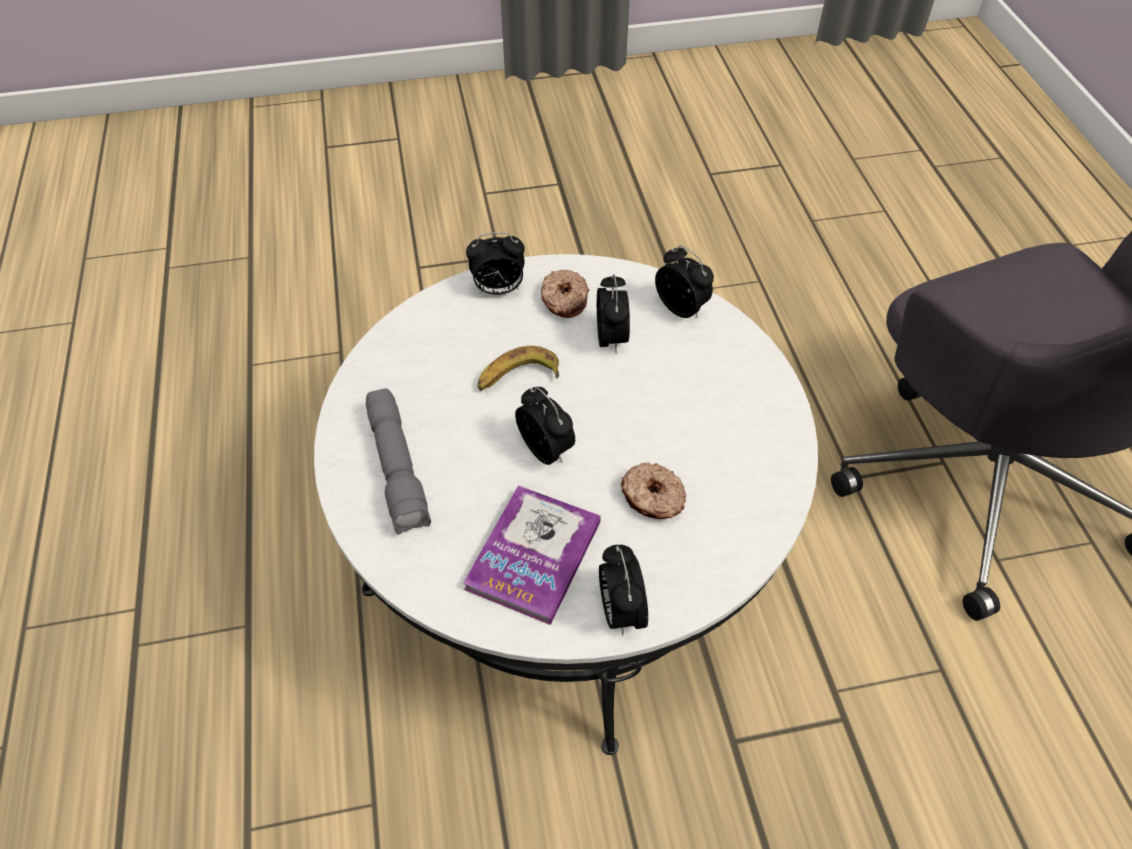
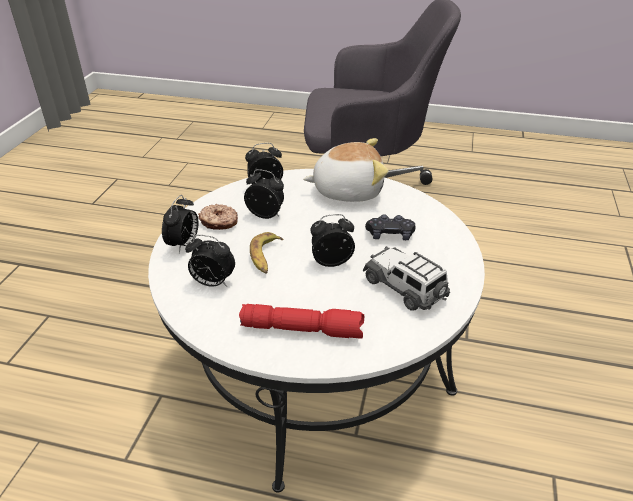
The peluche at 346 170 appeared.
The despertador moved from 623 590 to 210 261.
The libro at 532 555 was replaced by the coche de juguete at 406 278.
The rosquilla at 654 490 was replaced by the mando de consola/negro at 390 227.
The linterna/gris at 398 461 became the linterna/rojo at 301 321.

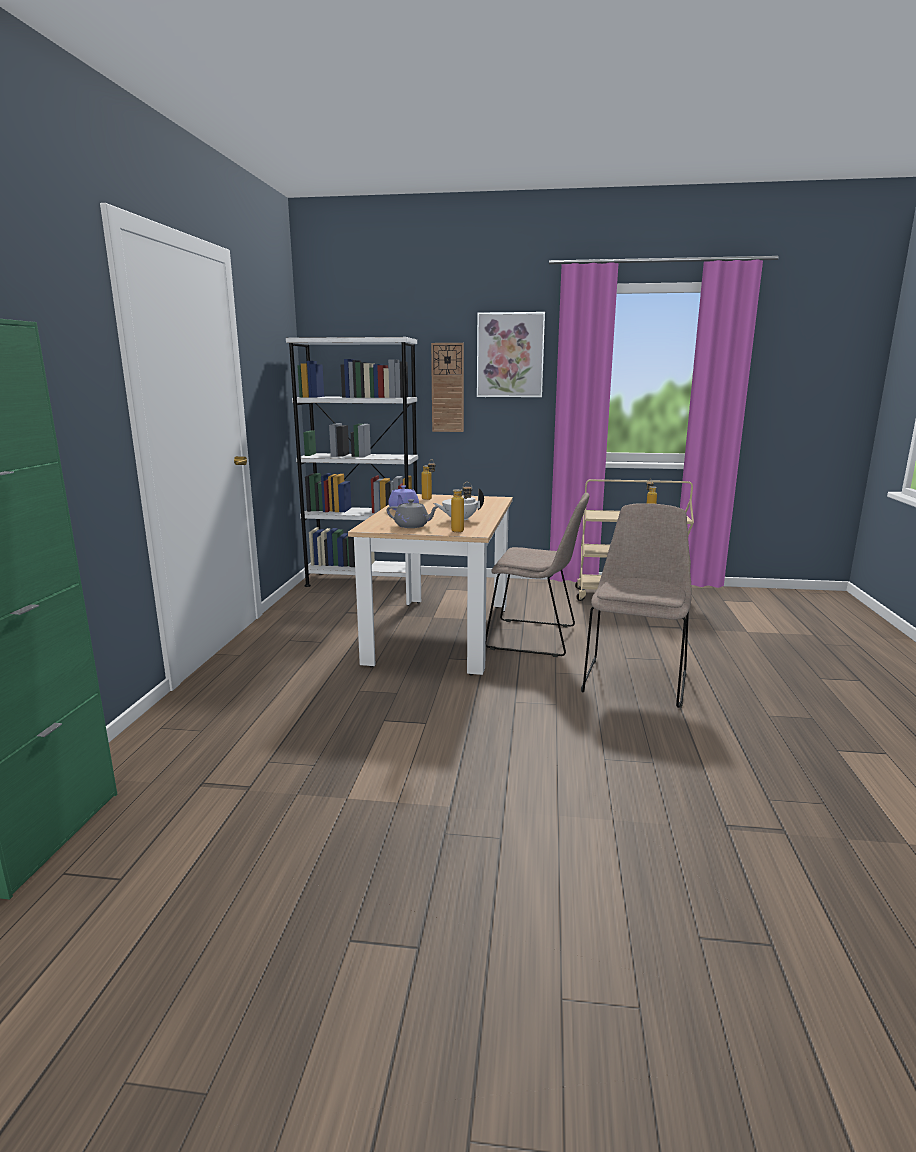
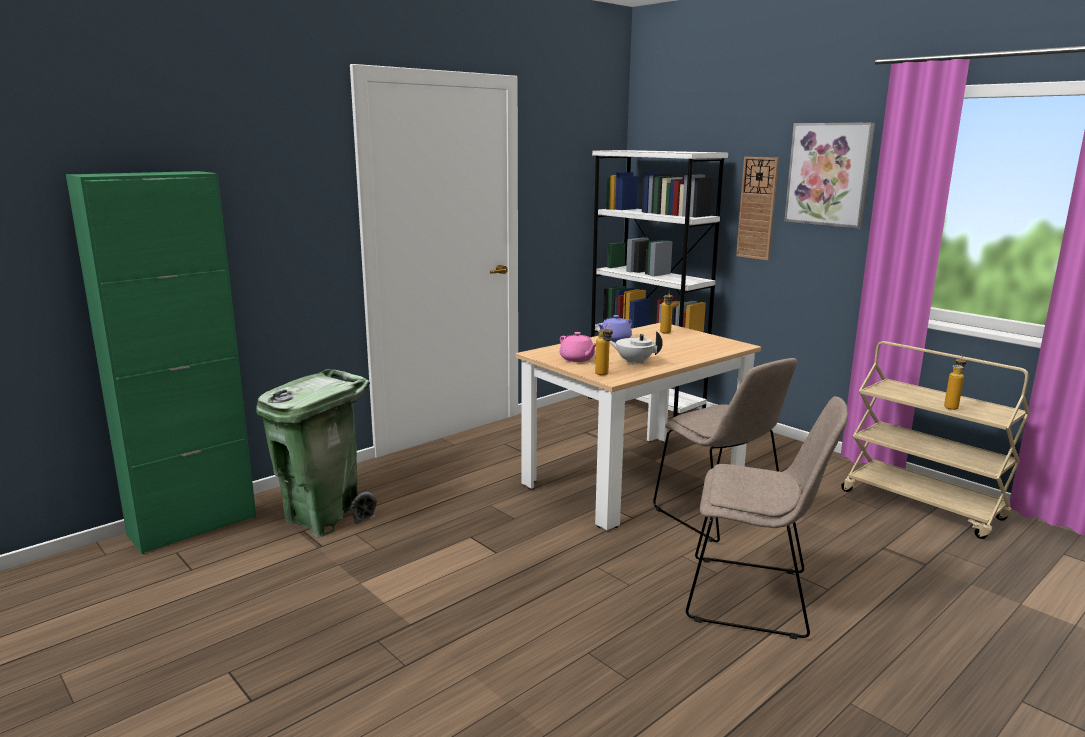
The papelera/verde at 316 453 appeared.
The tetera/gris at 413 513 became the tetera/rosa at 577 347.
The silla/beis at 636 605 turned 45 degrees clockwise.

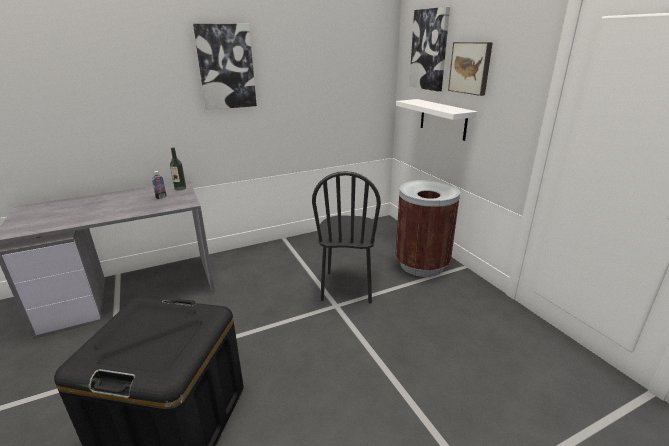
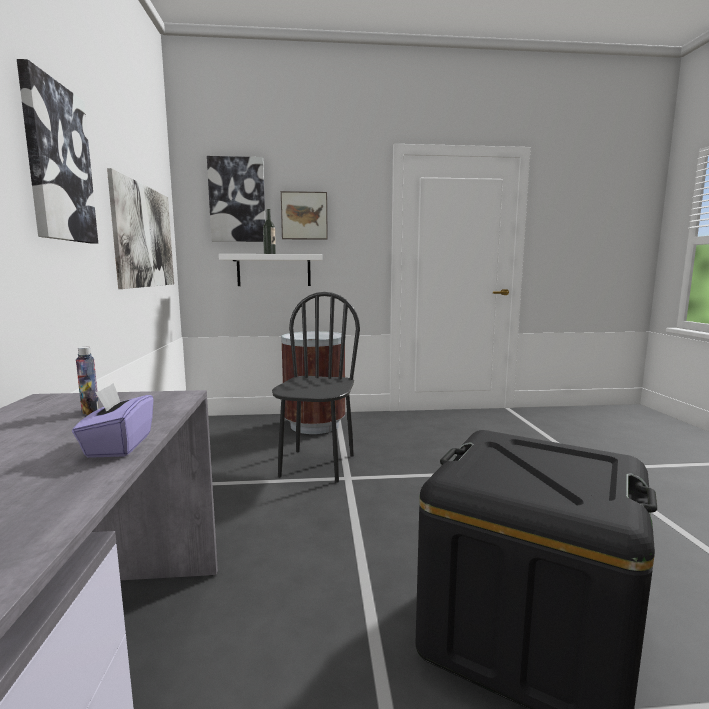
The caja de pañuelos/morado at 112 420 appeared.
The cuadro at 140 228 appeared.
The botella moved from 178 169 to 269 231.
The silla/negro at 346 237 turned 105 degrees counterclockwise.

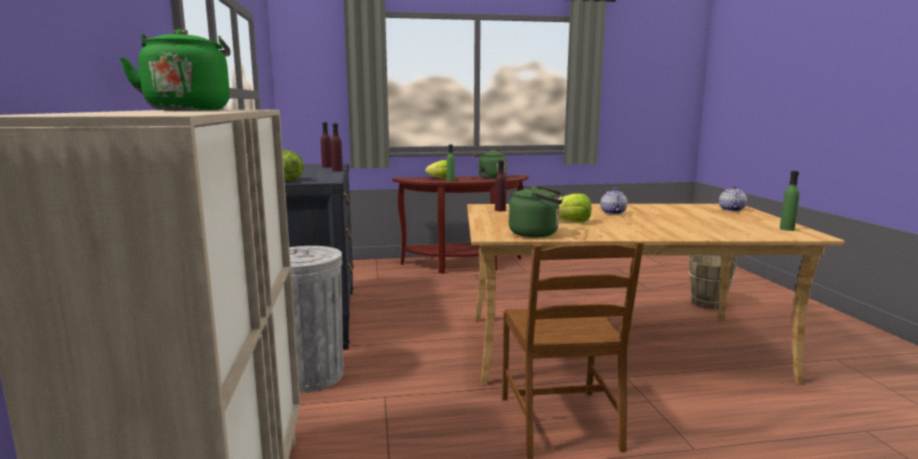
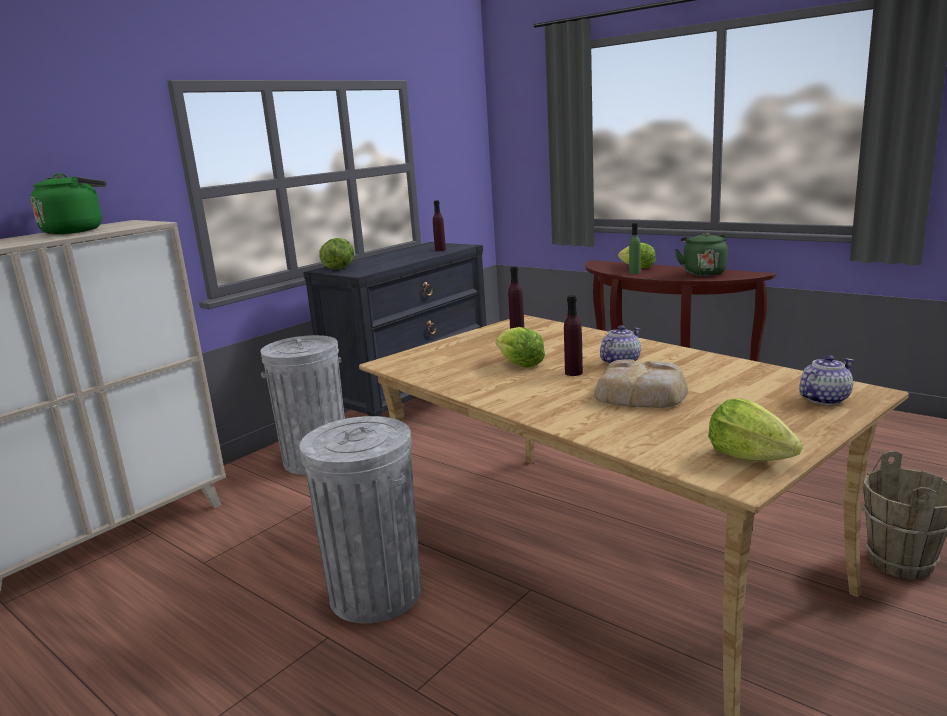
The hervidor/verde at 536 211 disappeared.
The pan at 641 383 appeared.
The botella/morado moved from 337 147 to 573 335.
The silla/marrón at 573 350 was replaced by the papelera/gris at 360 520.
The botella/verde at 789 201 was replaced by the lechuga at 755 429.

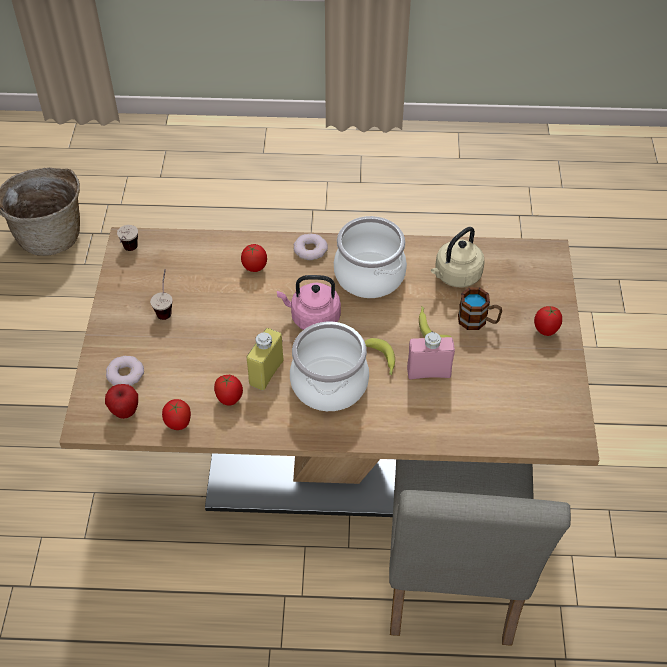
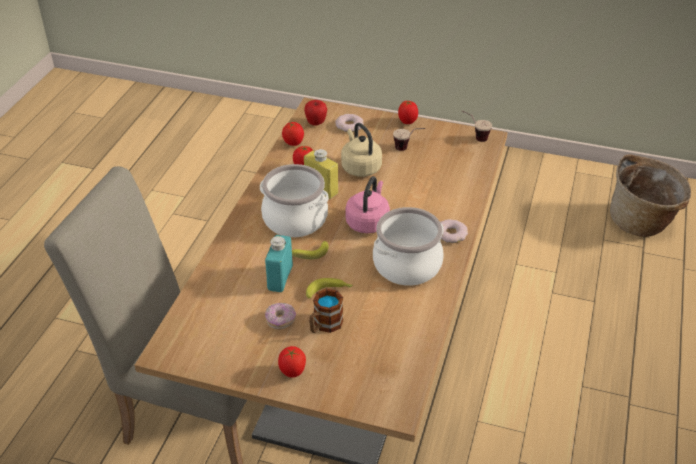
The rosquilla at 280 316 appeared.
The tomate moved from 254 258 to 408 112.
The hervidor/beis moved from 458 257 to 361 150.
The botella/rosa at 431 355 became the botella/turquesa at 279 263.

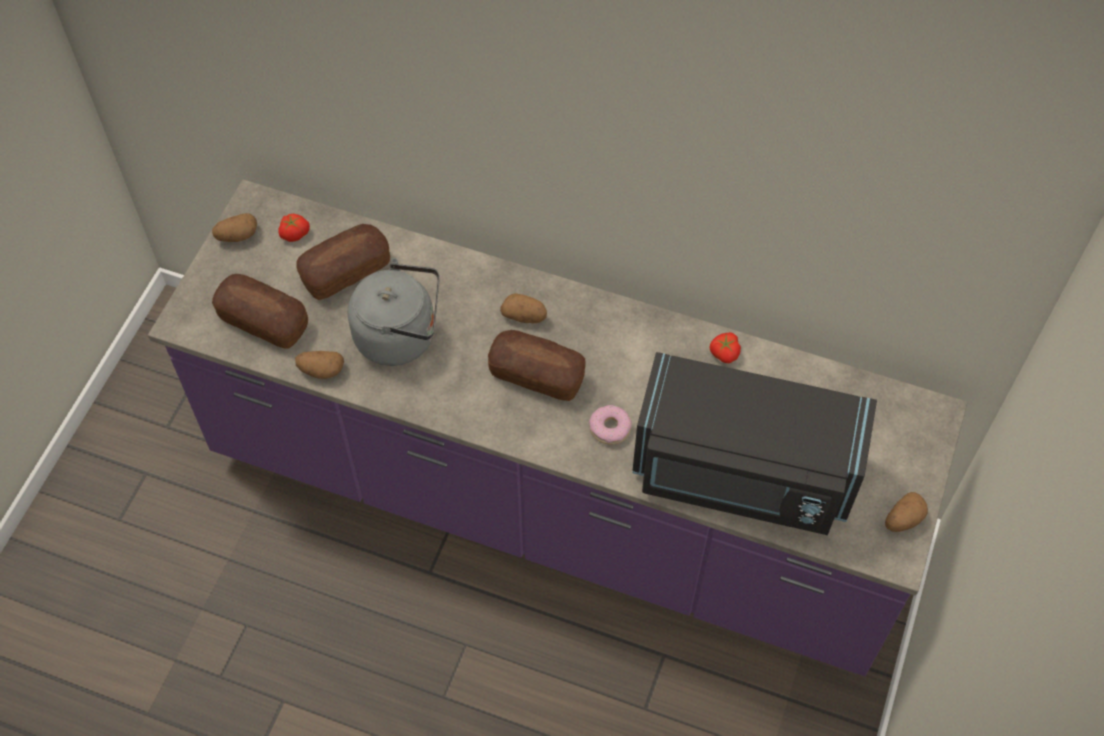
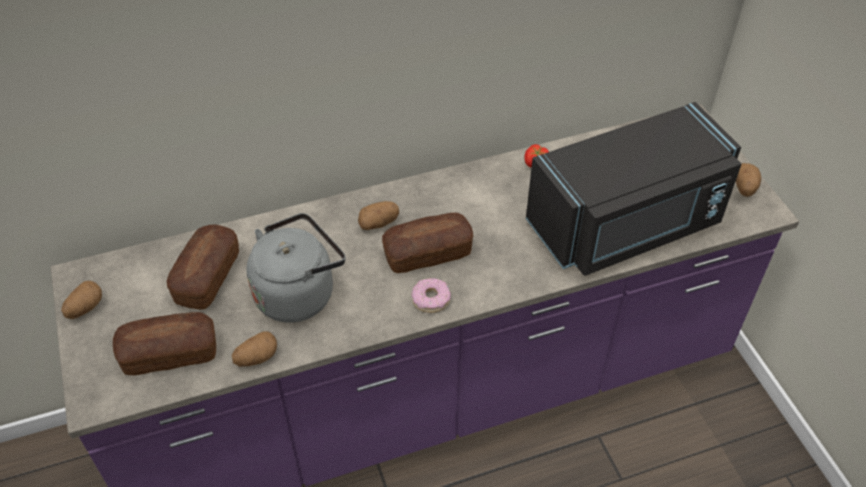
The tomate at 294 228 disappeared.
The rosquilla moved from 610 425 to 431 295.

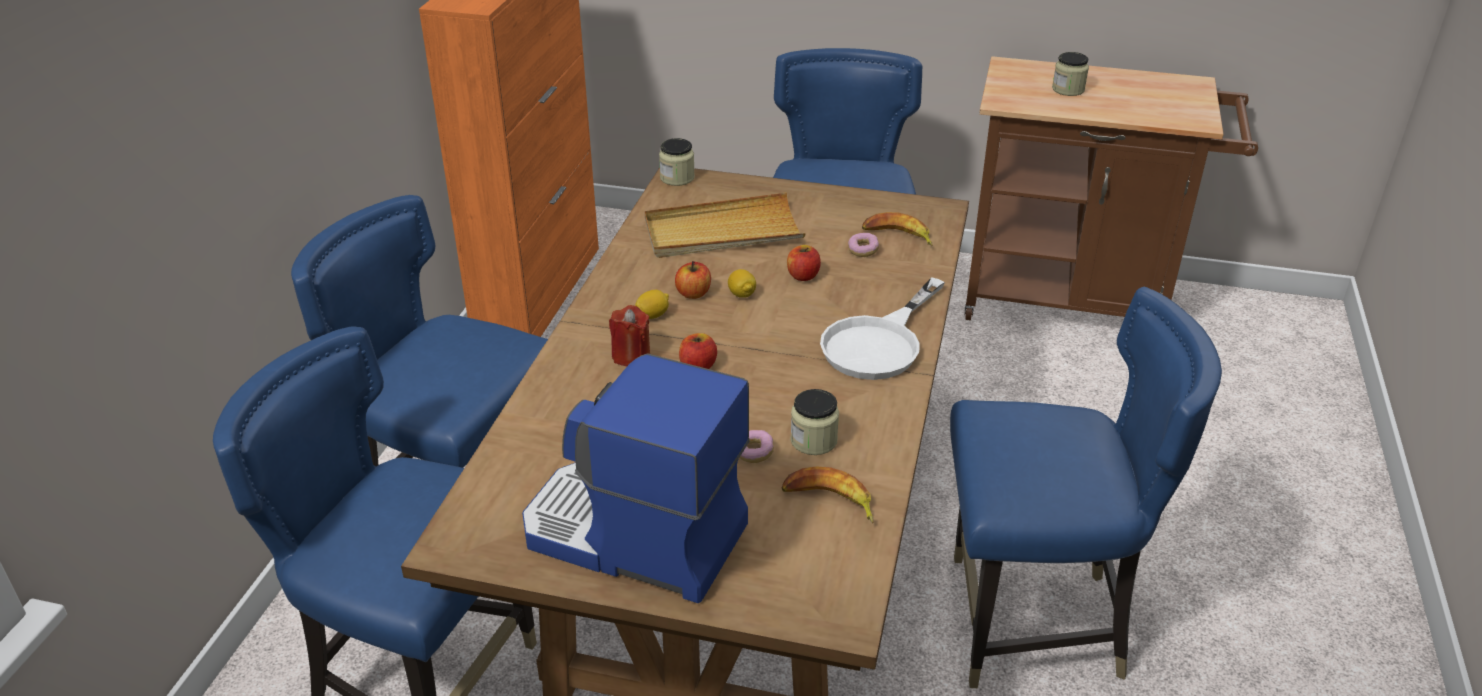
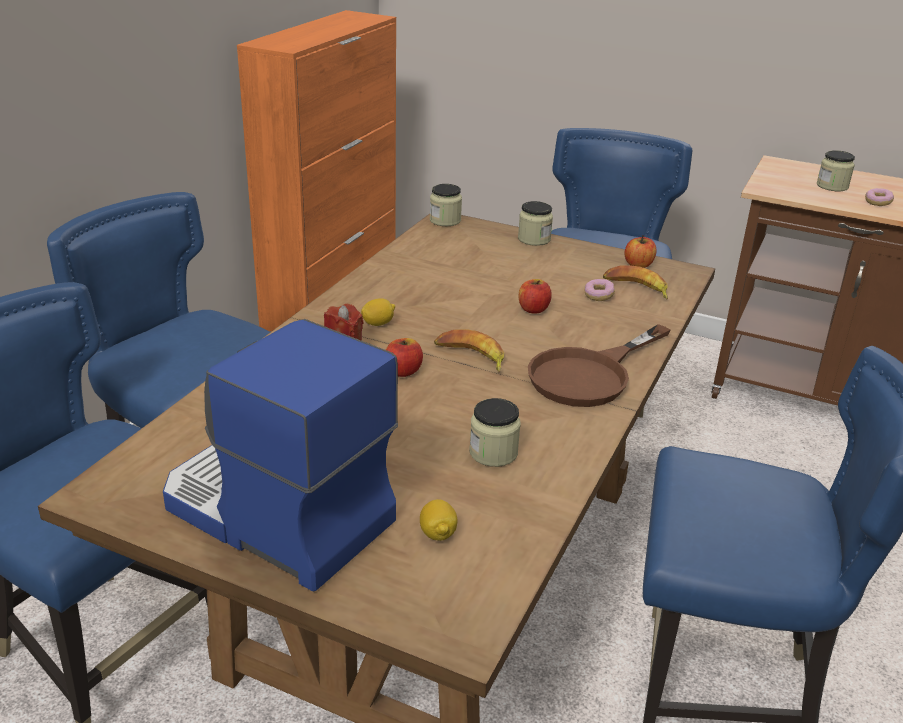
The bandeja/beis at 725 225 disappeared.
The tarro at 535 223 appeared.
The manzana moved from 693 280 to 640 251.
The limón moved from 742 283 to 439 520.
The rosquilla moved from 757 446 to 879 197.
The plátano moved from 828 495 to 469 351.
The sartén/blanco at 882 328 became the sartén/marrón at 599 365.

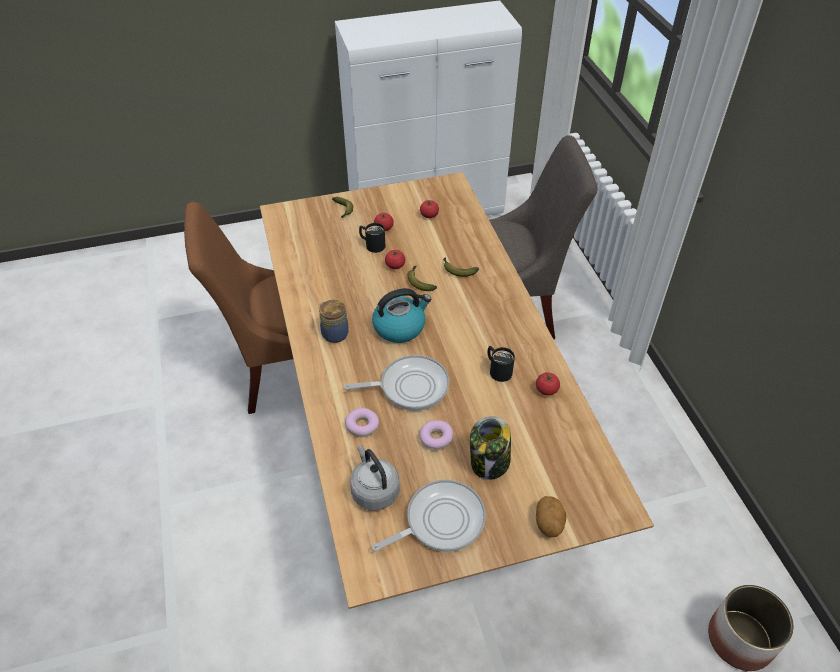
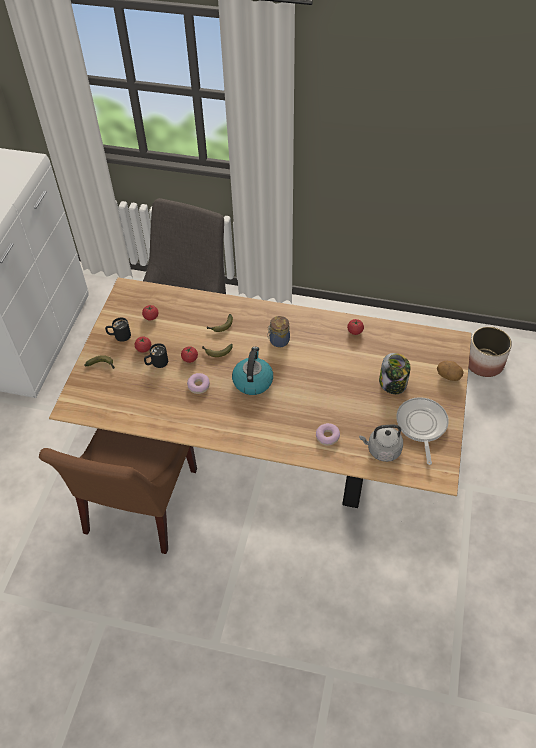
The sartén at 396 383 disappeared.
The tarro moved from 334 321 to 278 331.
The rosquilla moved from 436 435 to 198 383.
The taza grande/negro moved from 501 364 to 118 330.

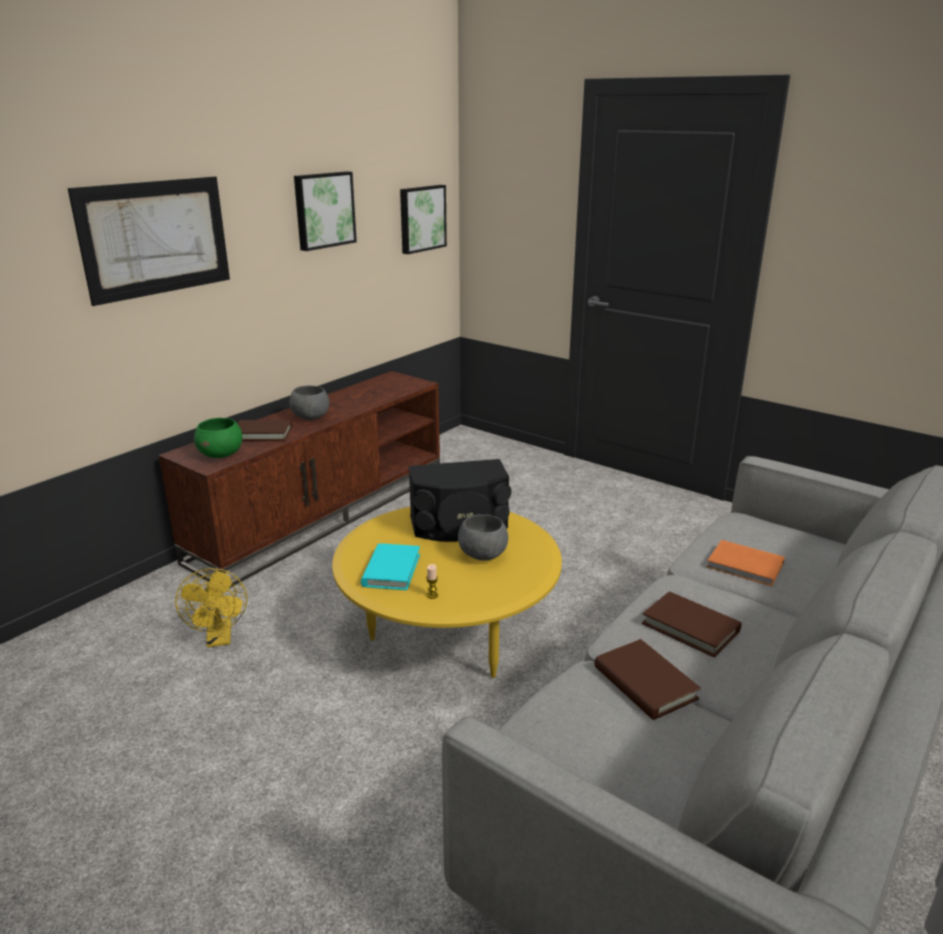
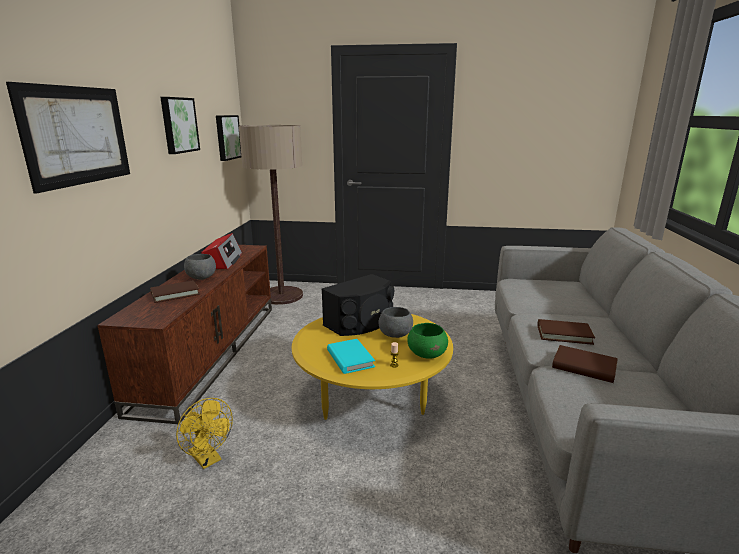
The libro/naranja at 746 563 disappeared.
The radio at 221 251 appeared.
The lámpara de pie at 271 215 appeared.
The cuenco/verde moved from 218 438 to 427 341.

